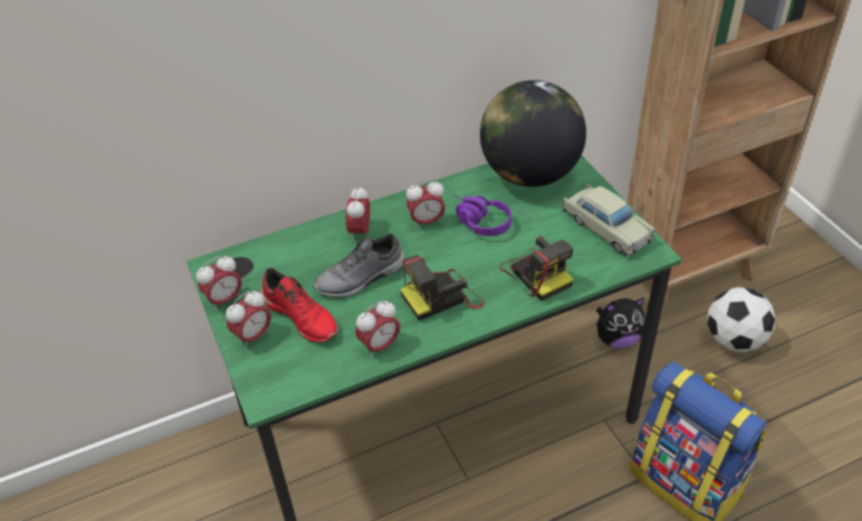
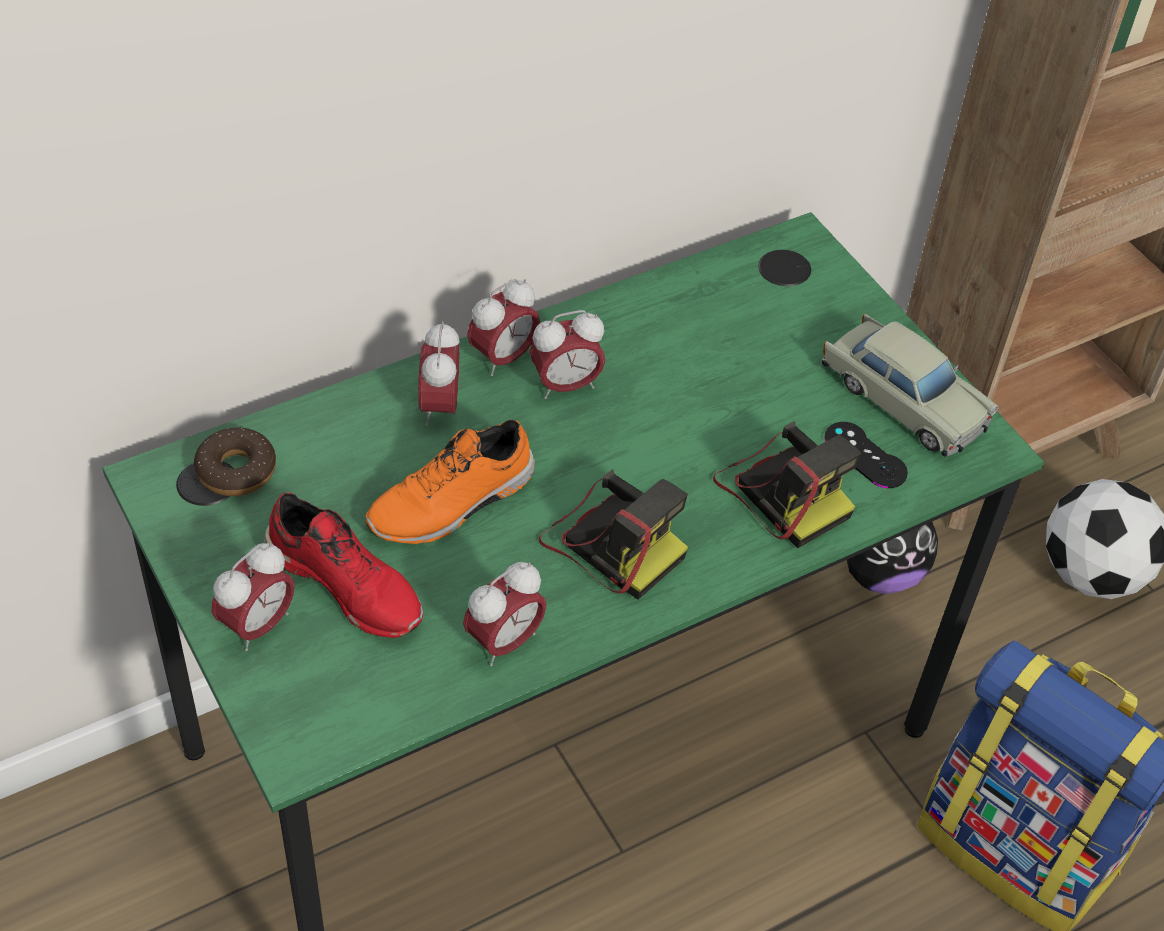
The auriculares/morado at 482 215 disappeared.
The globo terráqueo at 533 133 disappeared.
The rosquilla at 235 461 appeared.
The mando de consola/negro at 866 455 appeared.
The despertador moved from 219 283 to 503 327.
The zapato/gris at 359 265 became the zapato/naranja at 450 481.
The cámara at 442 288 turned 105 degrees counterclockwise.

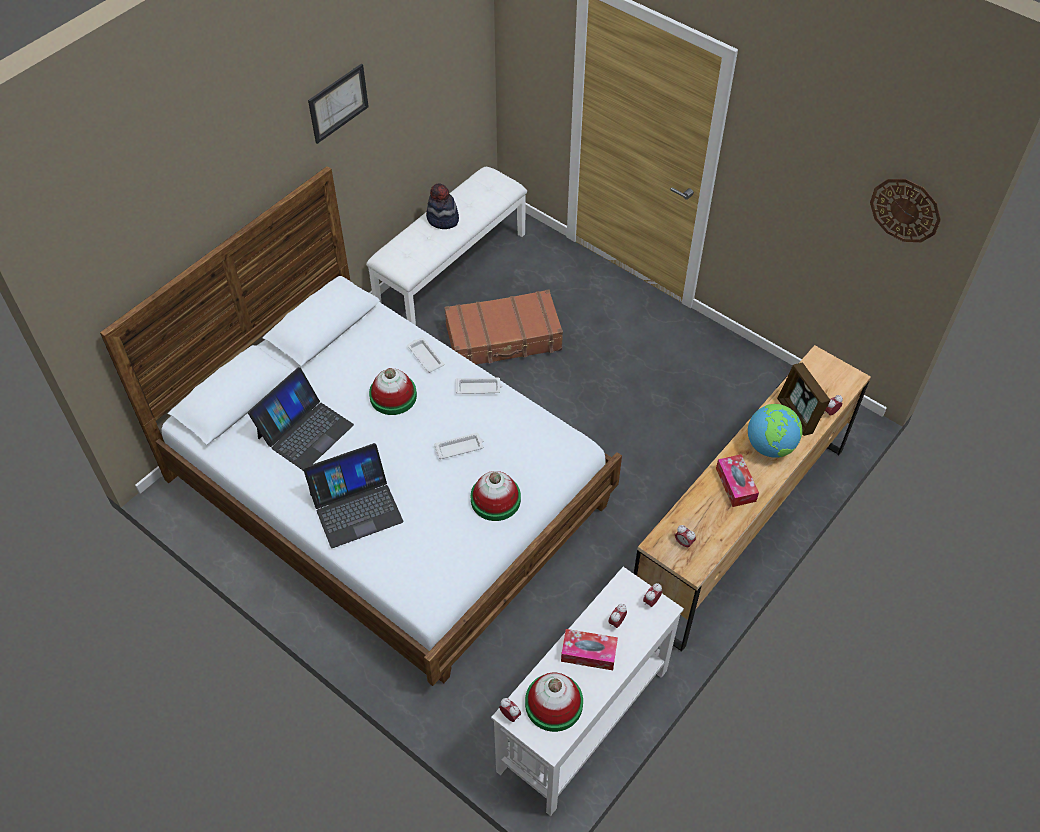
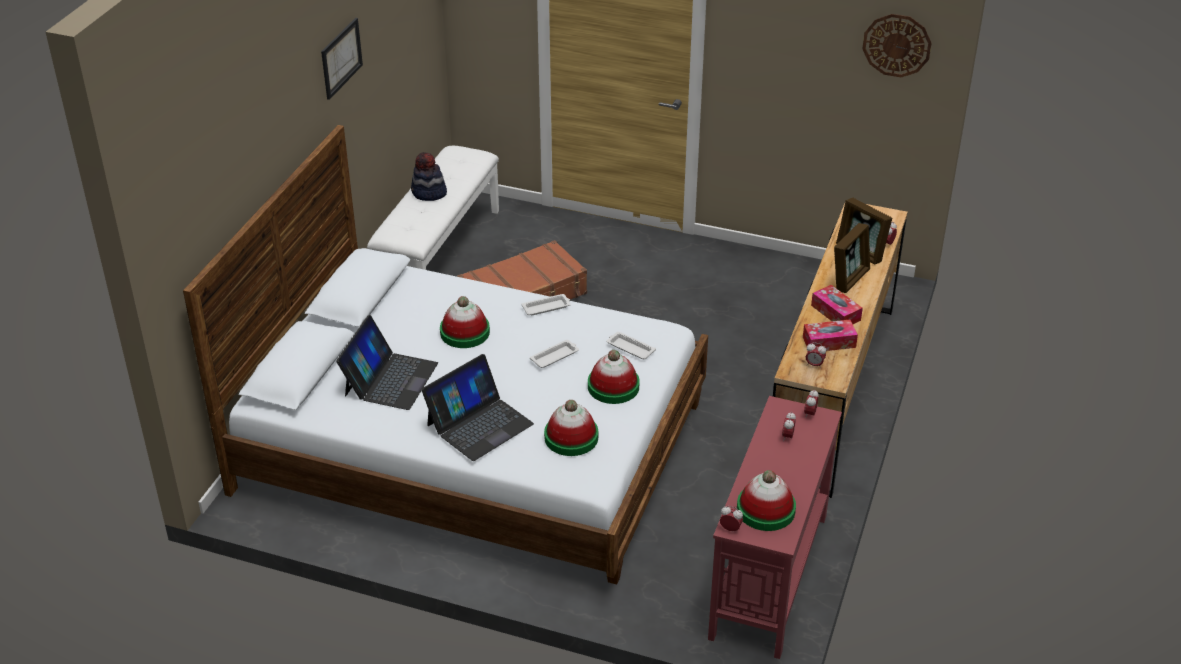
The sombrero at 571 428 appeared.
The bandeja/blanco moved from 425 355 to 631 345.
The caja de pañuelos moved from 589 649 to 830 335.
The globo terráqueo at 775 431 was replaced by the portarretratos at 852 258.
The mesa consola/blanco at 587 691 became the mesa consola/rojo at 775 527.

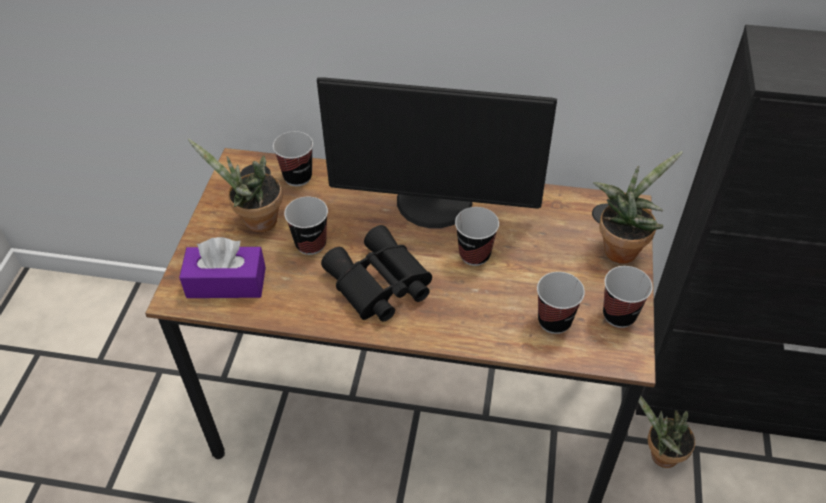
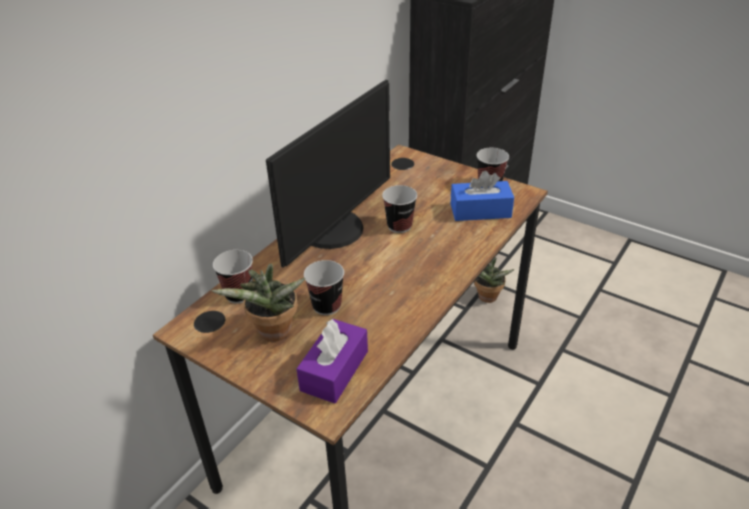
The prismáticos/negro at 376 273 disappeared.
The planta en maceta at 638 207 disappeared.
The taza at 561 303 was replaced by the caja de pañuelos/azul at 482 196.

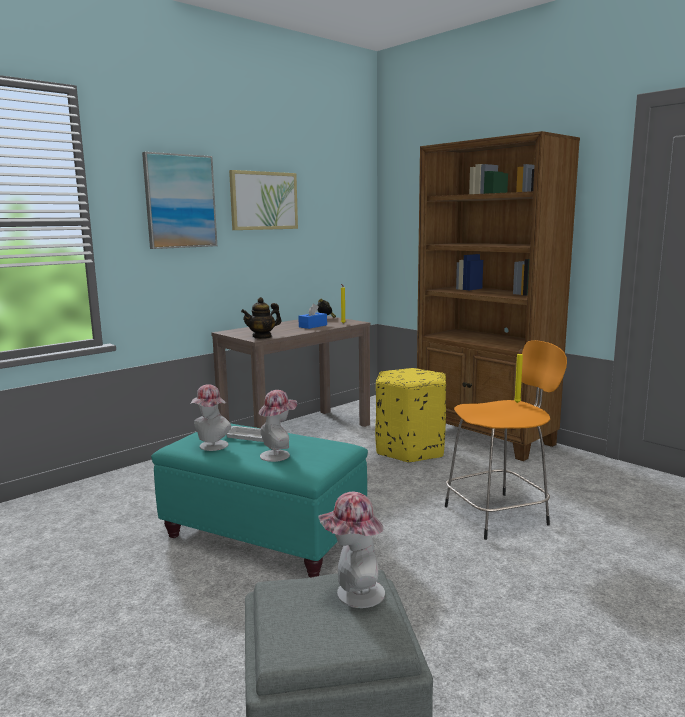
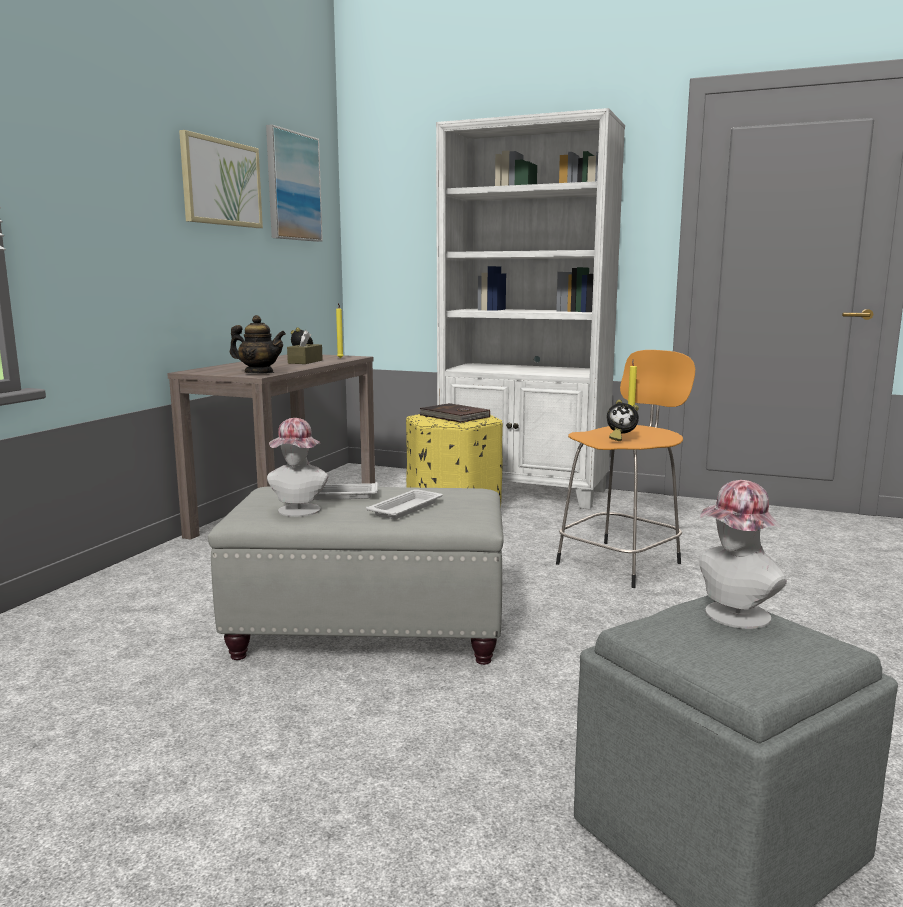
The libro/marrón at 454 413 appeared.
The despertador at 623 420 appeared.
The cuadro moved from 179 200 to 294 183.
The sombrero at 278 426 was replaced by the bandeja/blanco at 404 504.
The puf/turquesa at 259 500 became the puf/gris at 356 575.
The caja de pañuelos/azul at 312 316 became the caja de pañuelos/marrón at 305 347.
The estantería/marrón at 498 296 became the estantería/blanco at 530 308.
The tetera at 261 318 turned 105 degrees counterclockwise.

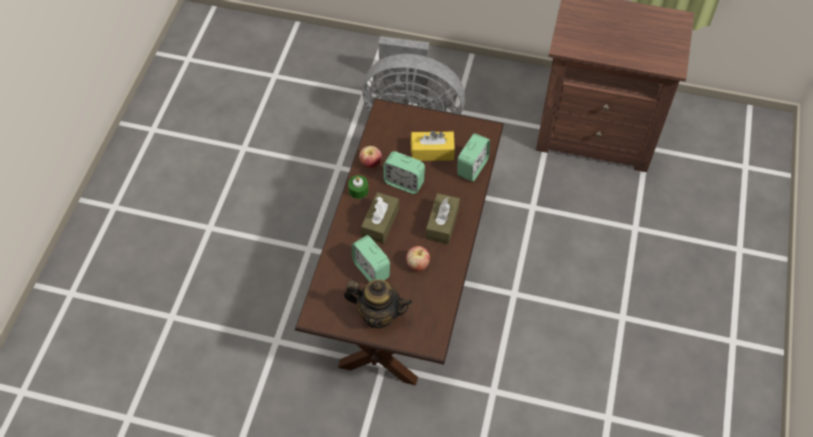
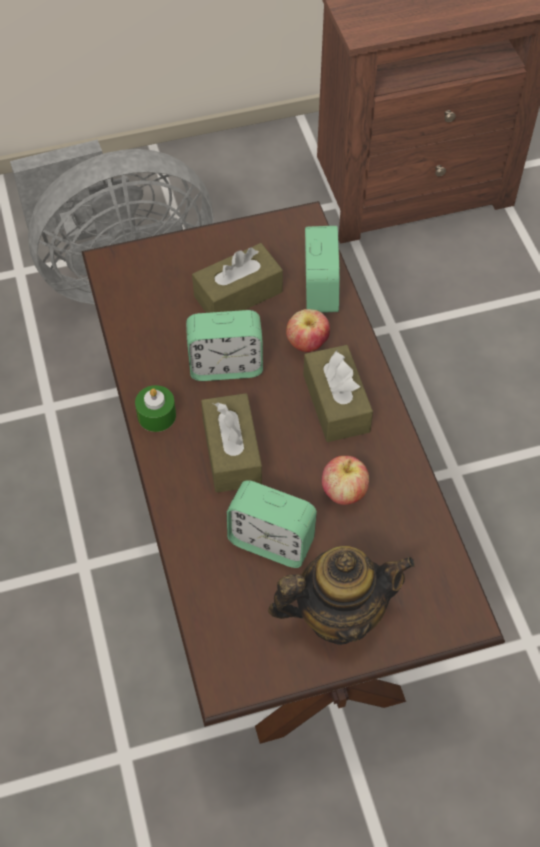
The manzana moved from 370 157 to 308 330.
The caja de pañuelos/amarillo at 433 146 became the caja de pañuelos/marrón at 237 278.

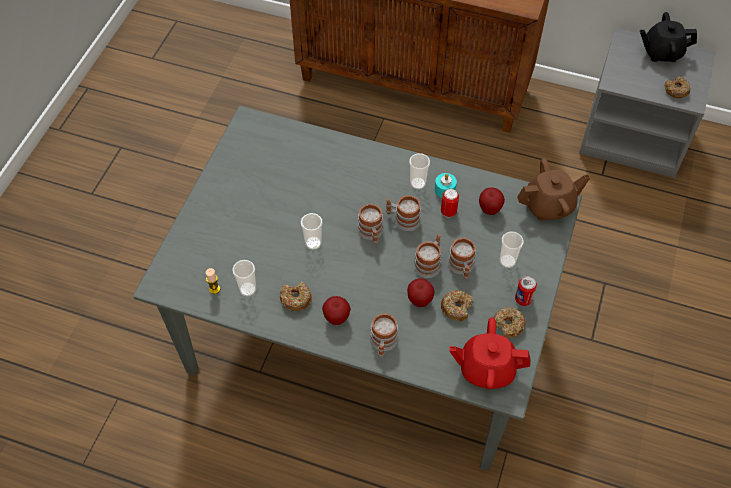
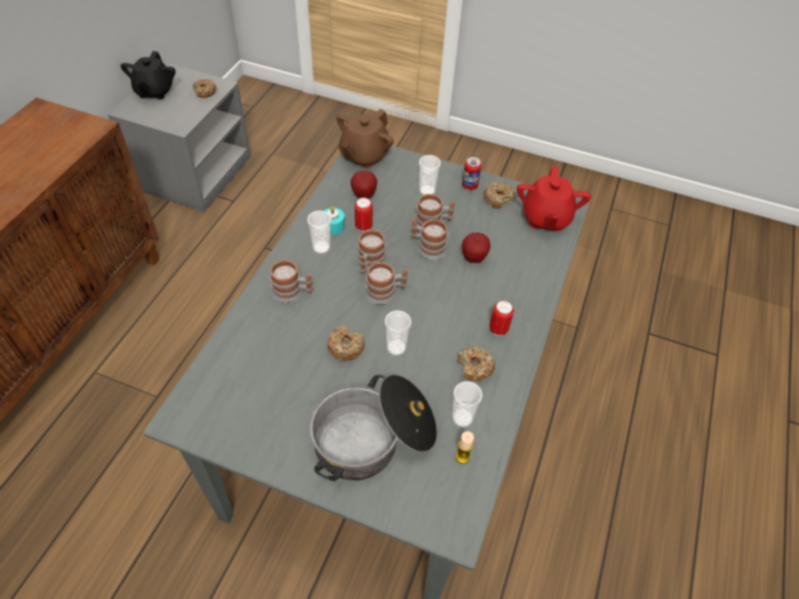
The olla at 373 427 appeared.
The taza grande moved from 384 335 to 291 281.
The rosquilla moved from 457 305 to 346 343.
The manzana at 336 310 was replaced by the lata at 501 318.
The tetera/marrón at 553 189 turned 135 degrees counterclockwise.

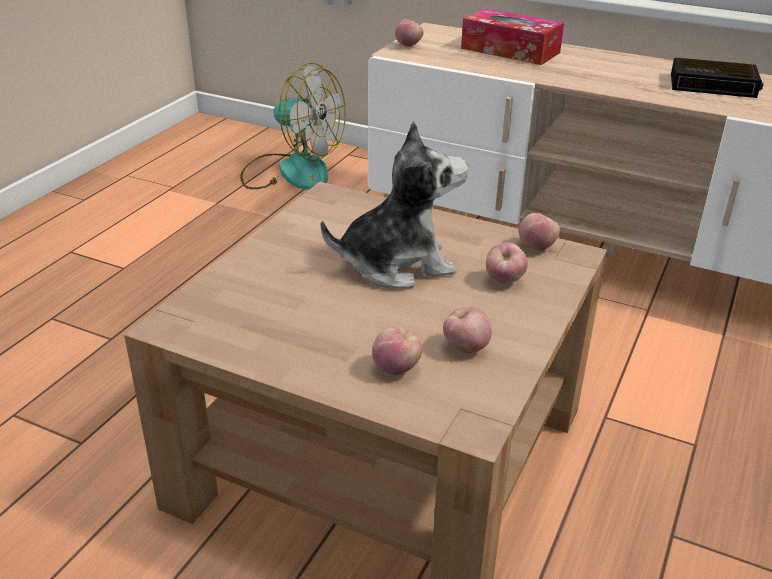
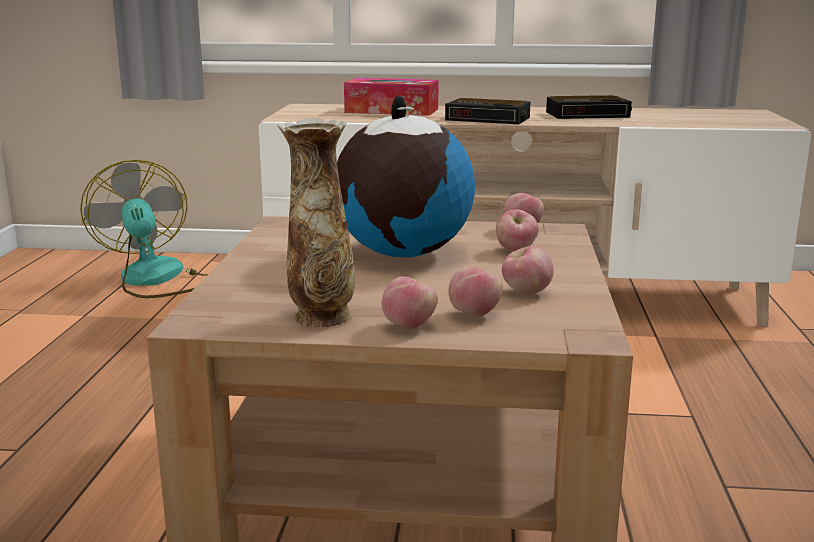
The florero at 316 222 appeared.
The despertador at 488 111 appeared.
The manzana moved from 409 33 to 410 302.
The peluche at 394 204 was replaced by the globo terráqueo at 406 176.
The ventilador at 293 126 turned 120 degrees counterclockwise.

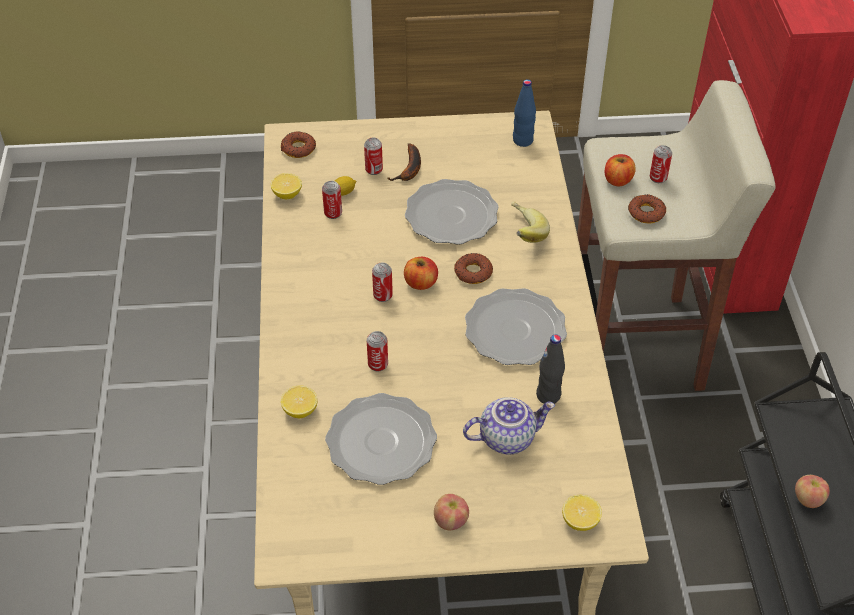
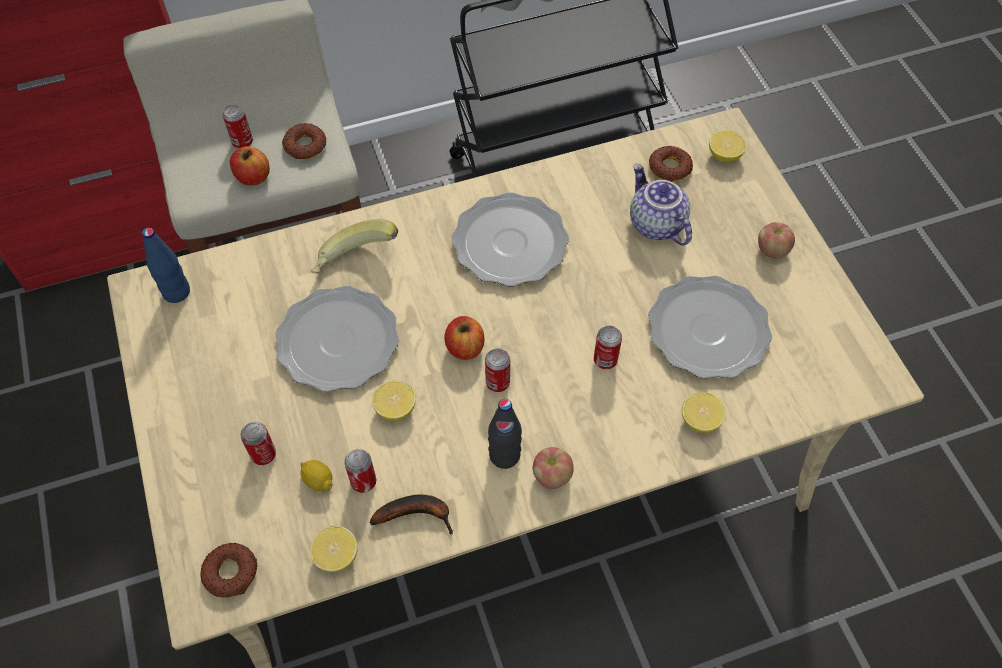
The limón at 394 400 appeared.
The plátano moved from 404 162 to 411 514.
The rosquilla moved from 473 268 to 671 164.
The botella/negro moved from 550 369 to 505 434.
The manzana moved from 812 491 to 553 468.

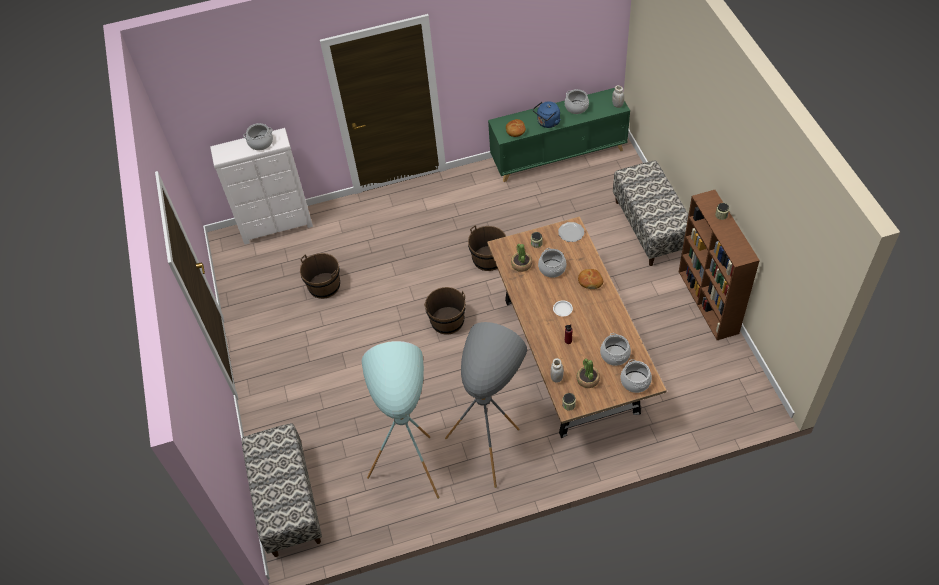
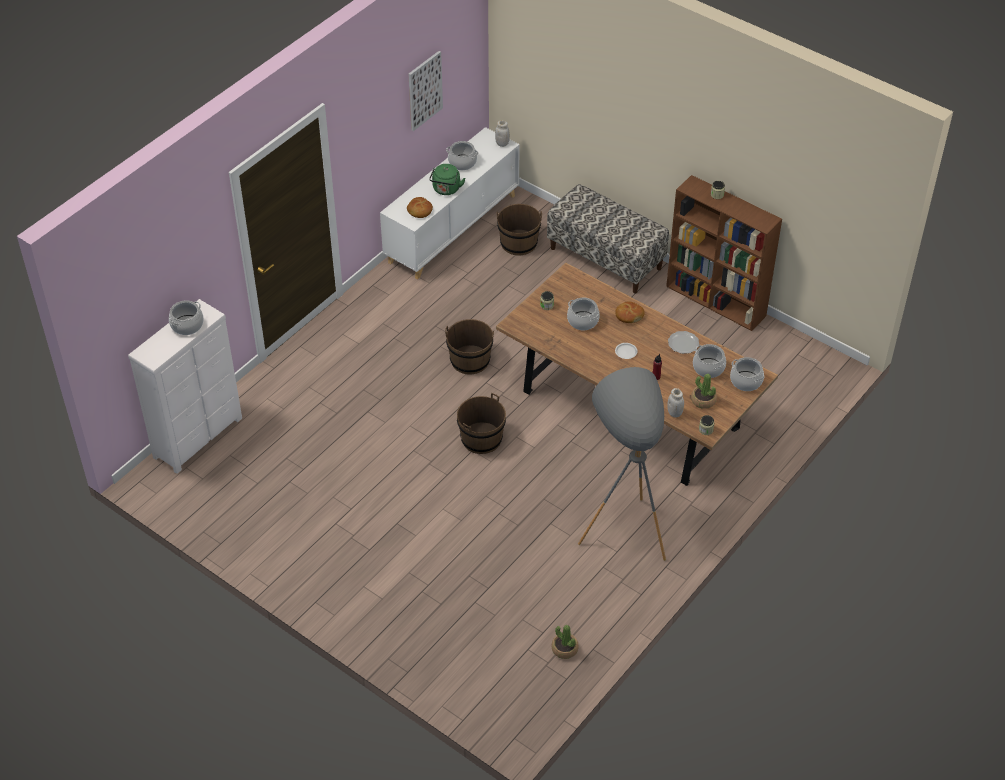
The banco at 282 490 disappeared.
The lámpara de pie/turquesa at 400 420 disappeared.
The cuadro at 426 91 appeared.
The cubo/marrón moved from 320 276 to 519 229.
The planta en maceta moved from 521 258 to 565 642.
The plato moved from 571 232 to 683 342.
The armario/verde at 559 135 became the armario/blanco at 450 203.
The hervidor/azul at 547 114 became the hervidor/verde at 447 179.

